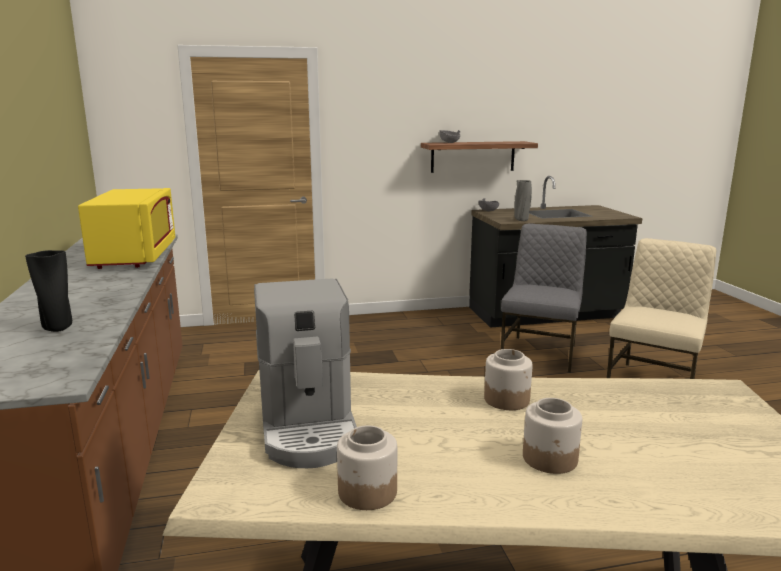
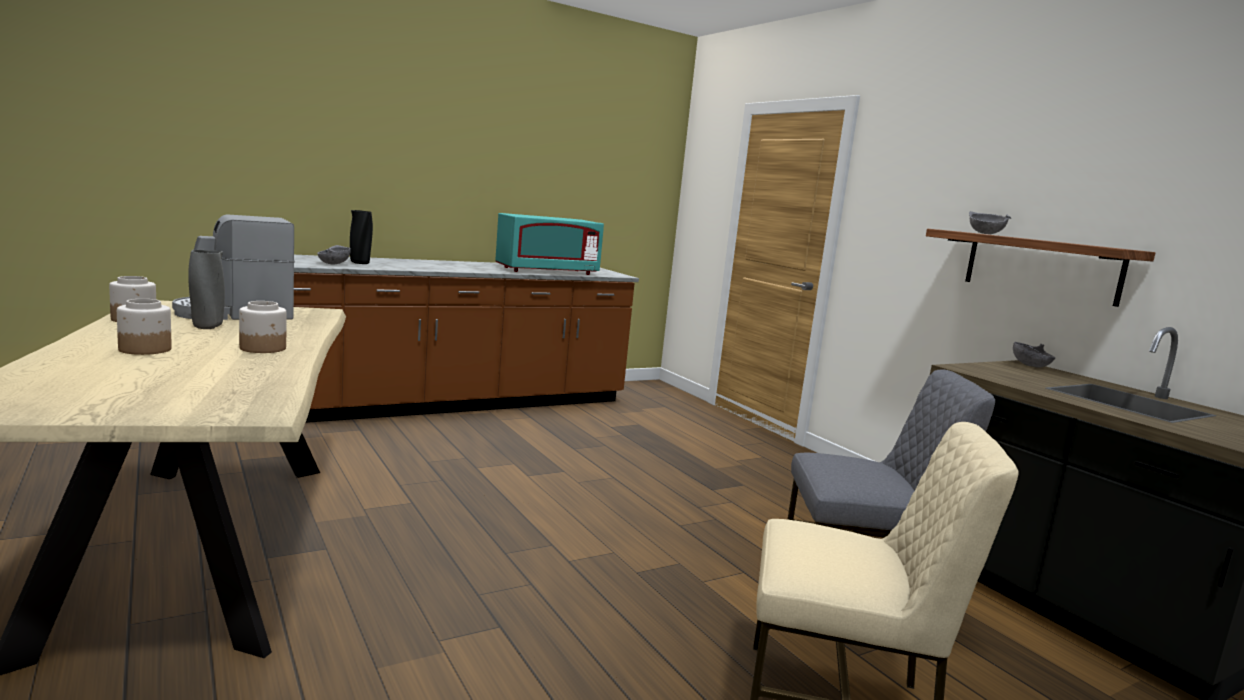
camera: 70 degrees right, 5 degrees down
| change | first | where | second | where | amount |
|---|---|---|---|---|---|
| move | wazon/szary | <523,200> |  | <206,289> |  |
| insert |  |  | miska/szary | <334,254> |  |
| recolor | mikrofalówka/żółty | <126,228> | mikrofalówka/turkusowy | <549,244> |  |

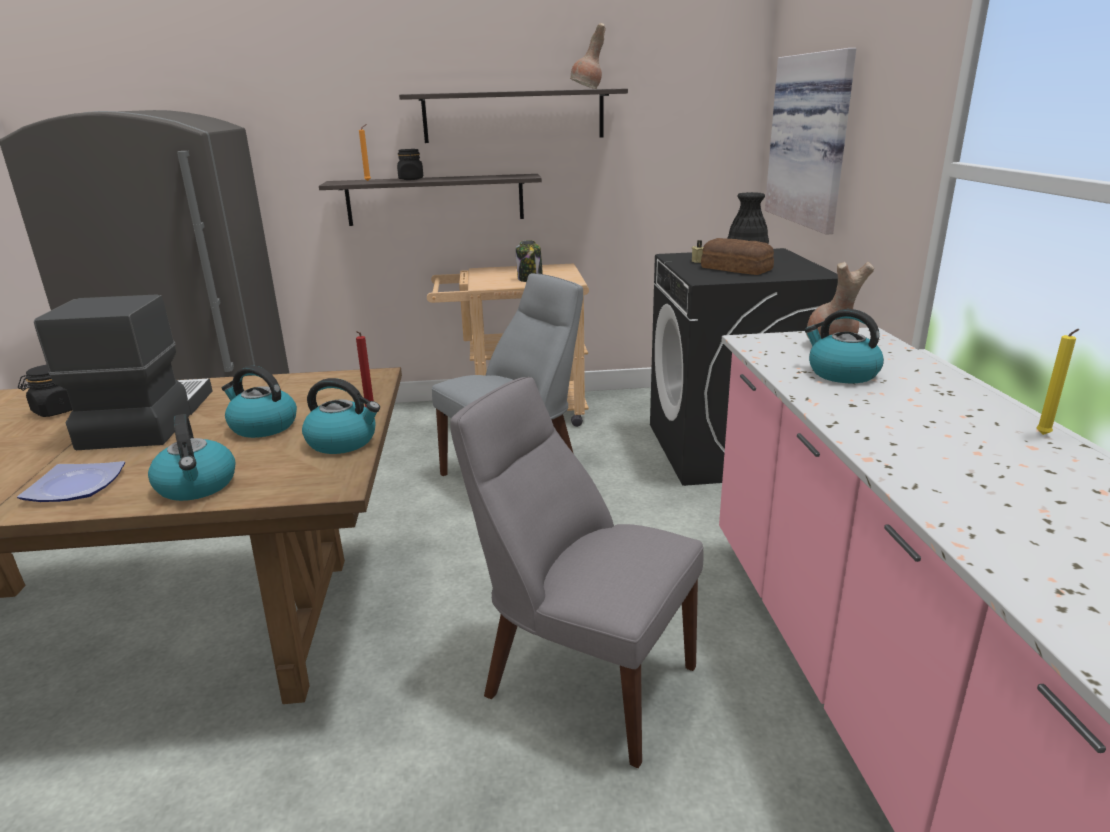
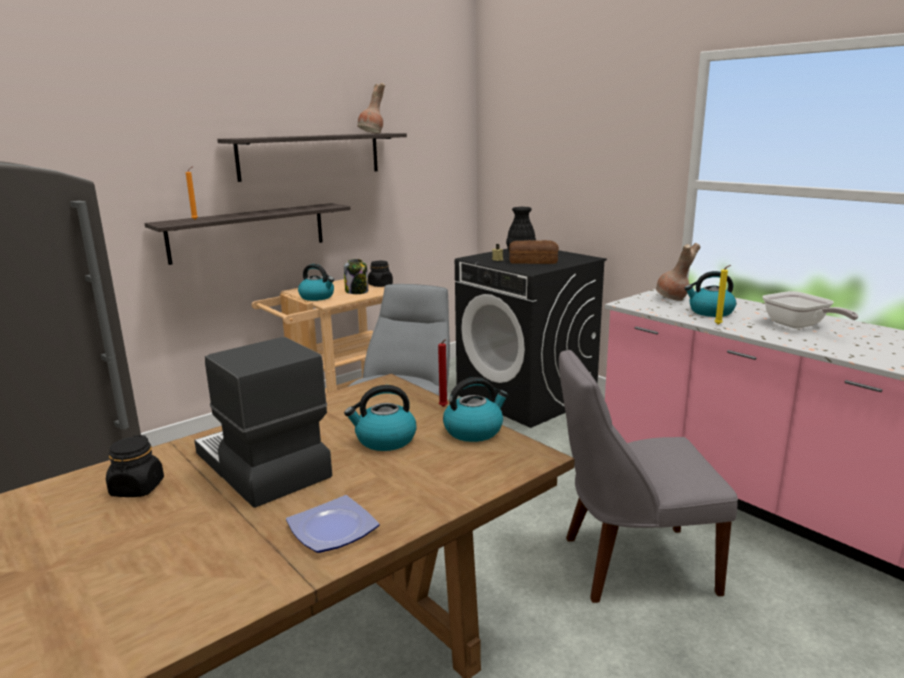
camera: 35 degrees left, 5 degrees down
| change | first | where | second | where | amount |
|---|---|---|---|---|---|
| move | czajnik | <192,457> |  | <316,282> |  |
| move | słoik/czarny | <410,164> |  | <380,274> |  |
| move | świeca/żółty | <1057,382> |  | <723,295> |  |
| insert |  |  | patelnia | <810,310> |  |
| delete | obraz | <810,141> |  |  |  |

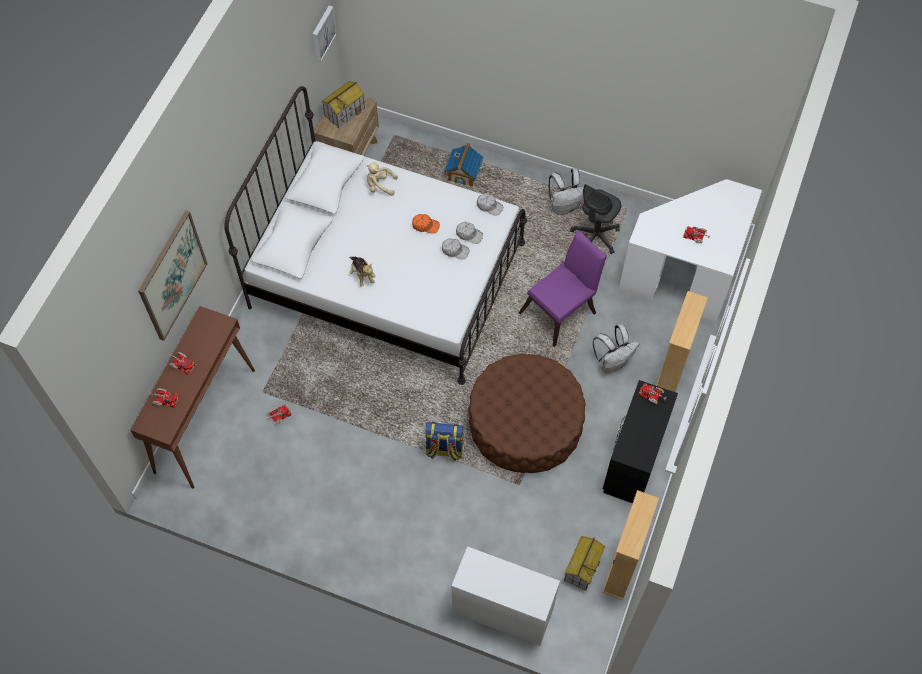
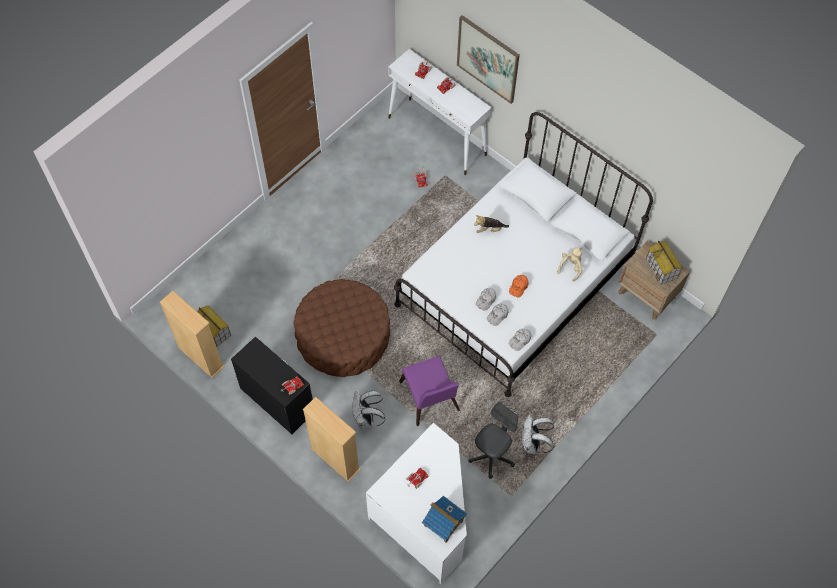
camera: 110 degrees right, 0 degrees up
| change | first | where | second | where | amount |
|---|---|---|---|---|---|
| recolor | stolik konsolowy/brązowy | <192,397> | stolik konsolowy/biały | <440,112> |  |
| move | domek | <464,165> |  | <444,519> |  |
| rotate | krzesło biurowe/szary | <596,219> |  | <493,440> | 75 degrees clockwise |
| delete | obraz | <324,33> |  |  |  |
| delete | plecak | <444,441> |  |  |  |
| delete | komoda/biały | <505,596> |  |  |  |

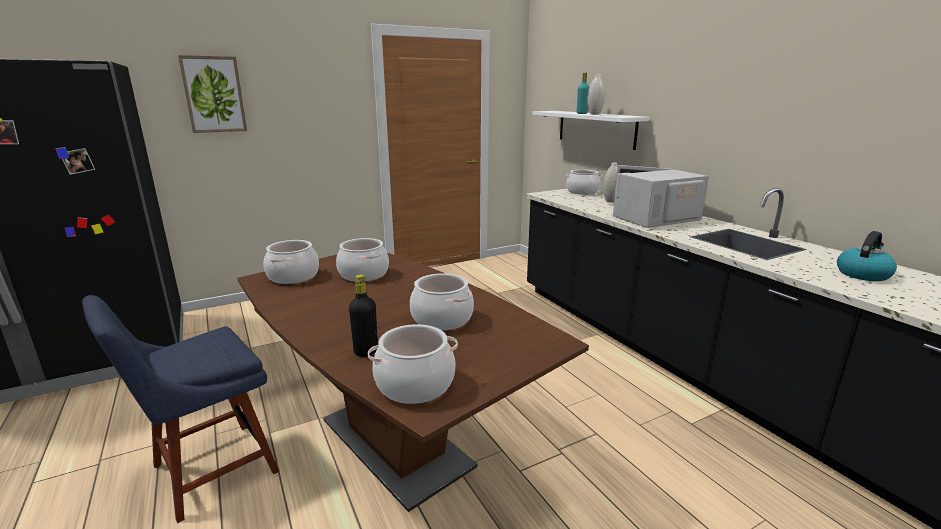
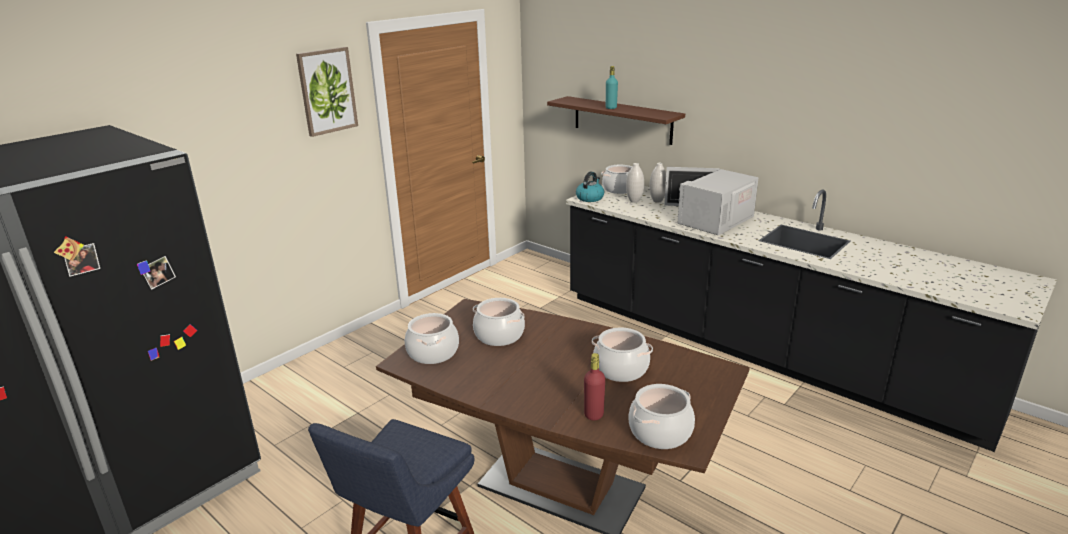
camera: 20 degrees left, 5 degrees up
| change | first | where | second | where | amount |
|---|---|---|---|---|---|
| move | obraz | <212,94> |  | <327,92> |  |
| recolor | półka/biały | <590,130> | półka/brązowy | <616,120> |  |
| move | czajnik | <867,256> |  | <590,187> |  |
| recolor | butelka/czarny | <363,316> | butelka/czerwony | <594,386> |  |
| move | wazon/biały | <596,95> |  | <635,183> |  |

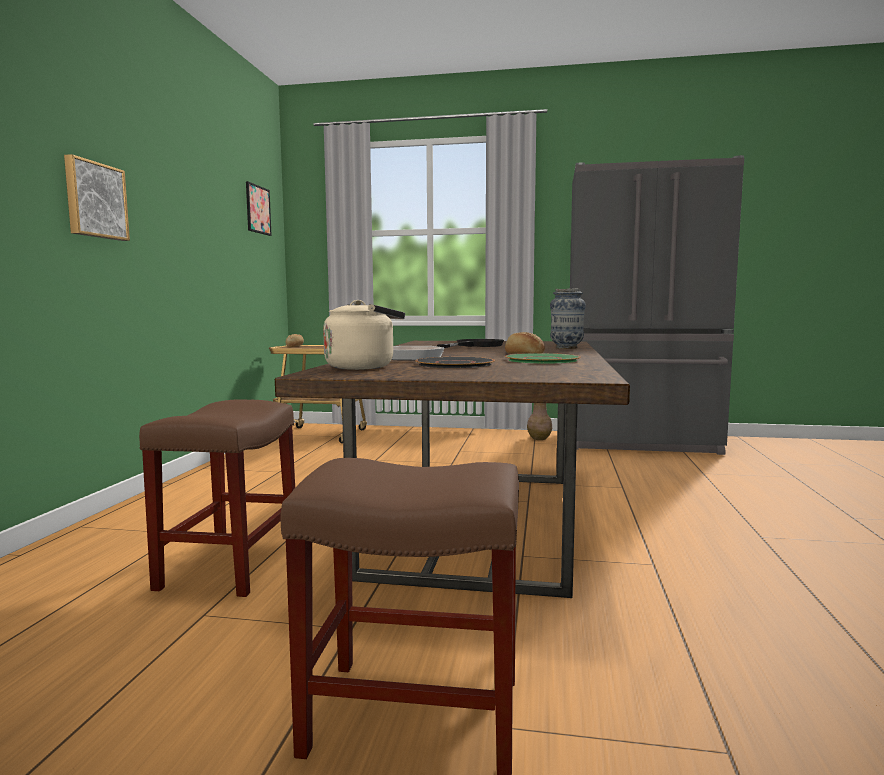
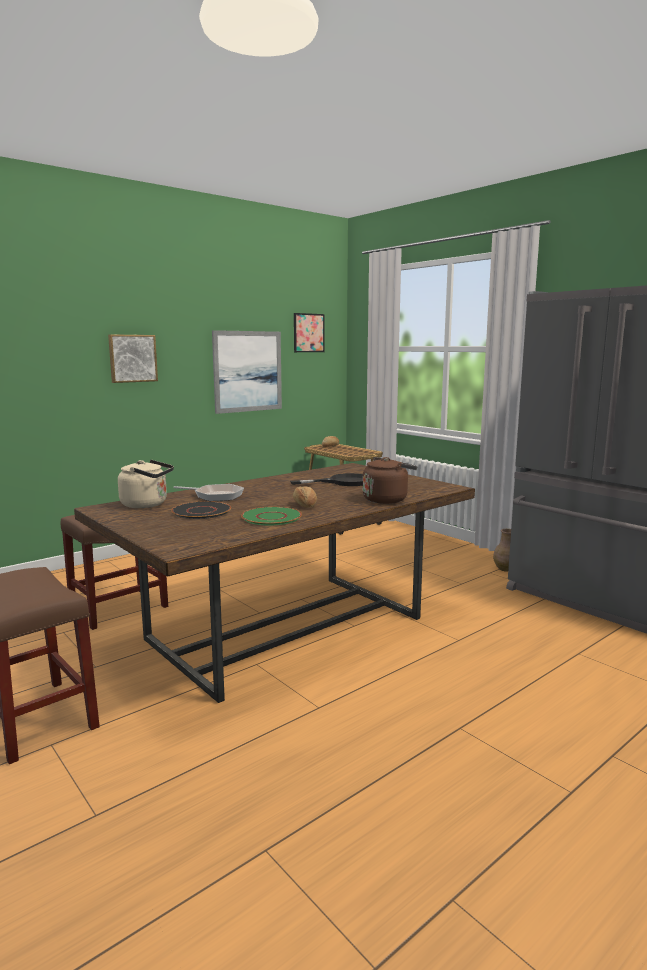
camera: 40 degrees right, 5 degrees up
| change | first | where | second | where | amount |
|---|---|---|---|---|---|
| insert |  |  | obraz | <247,372> |  |
| replace | wazon | <568,318> | czajnik/brązowy | <390,480> |  |

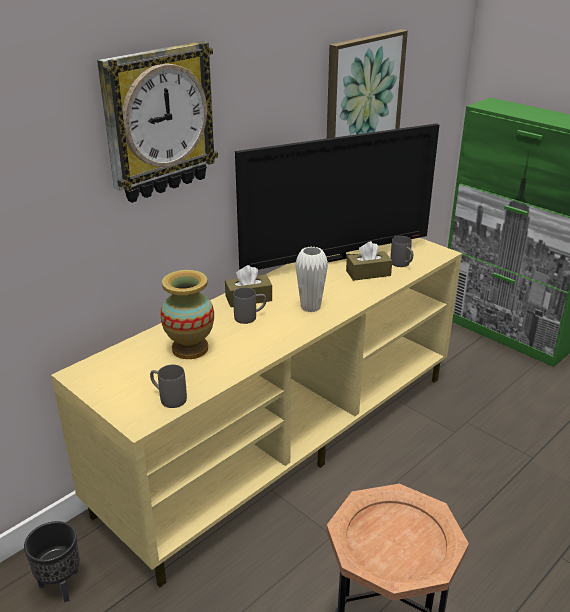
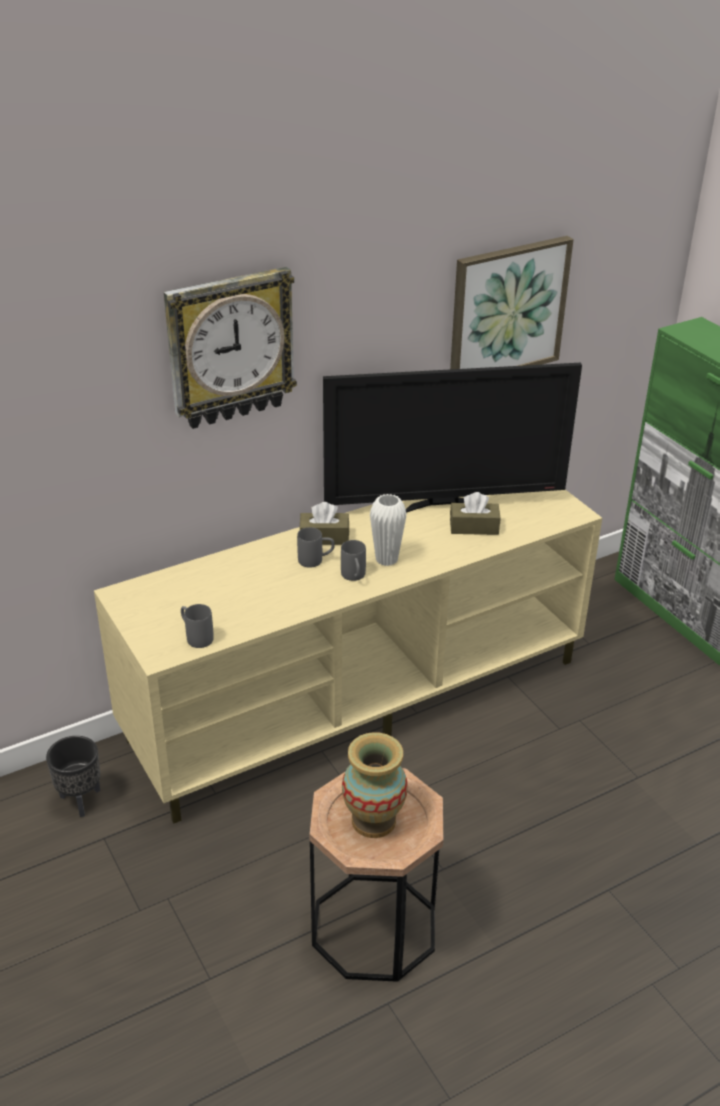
camera: 15 degrees right, 5 degrees up
| change | first | where | second | where | amount |
|---|---|---|---|---|---|
| move | kubek/szary | <401,251> |  | <353,560> |  |
| move | wazon | <187,314> |  | <375,785> |  |

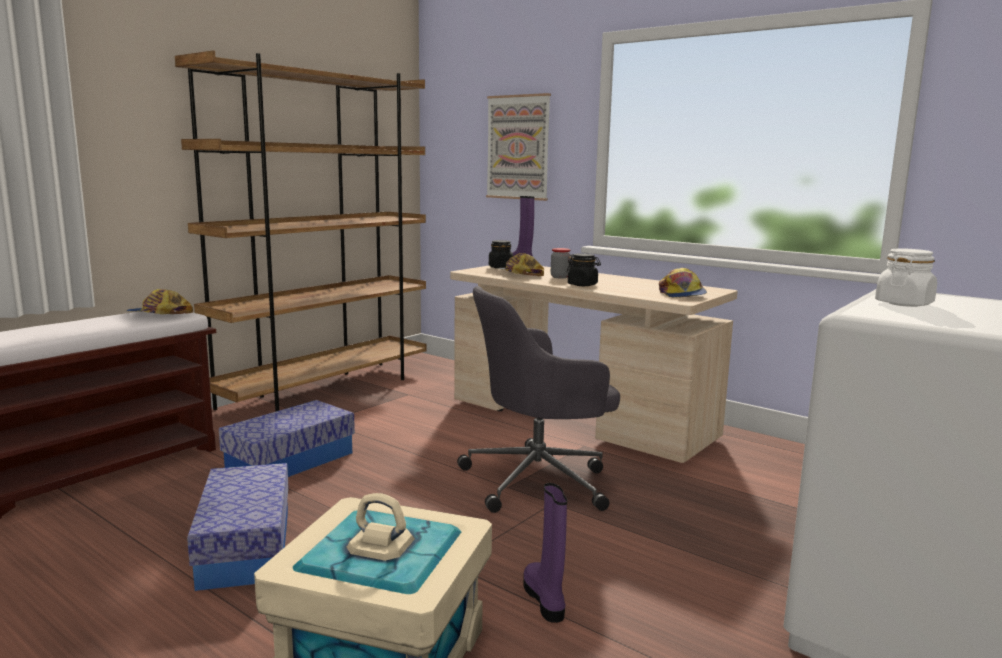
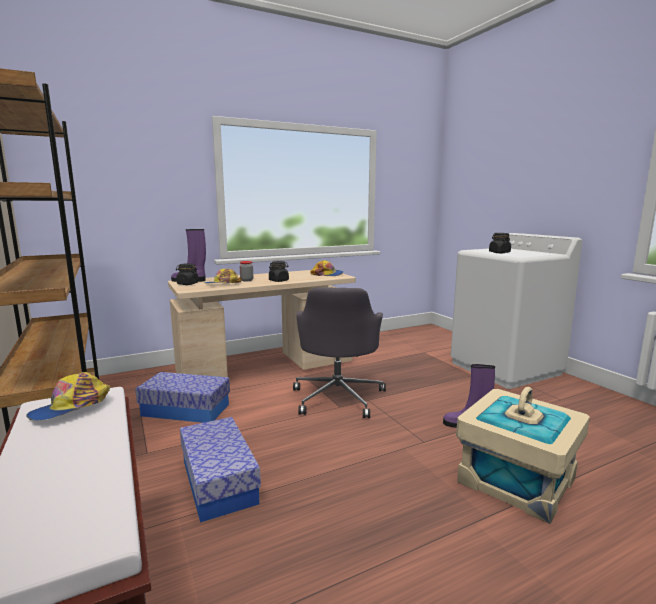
camera: 65 degrees left, 0 degrees up
| change | first | where | second | where | amount |
|---|---|---|---|---|---|
| move | pojemnik do przechowywania | <238,527> |  | <182,397> |  |
| recolor | słoik/biały | <906,277> | słoik/czarny | <500,243> |  |
| delete | obraz | <518,147> |  |  |  |

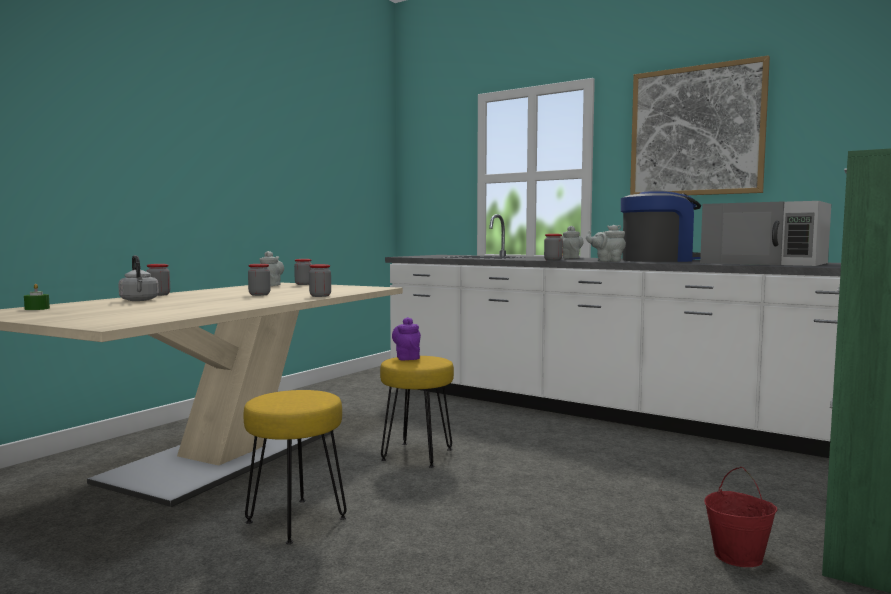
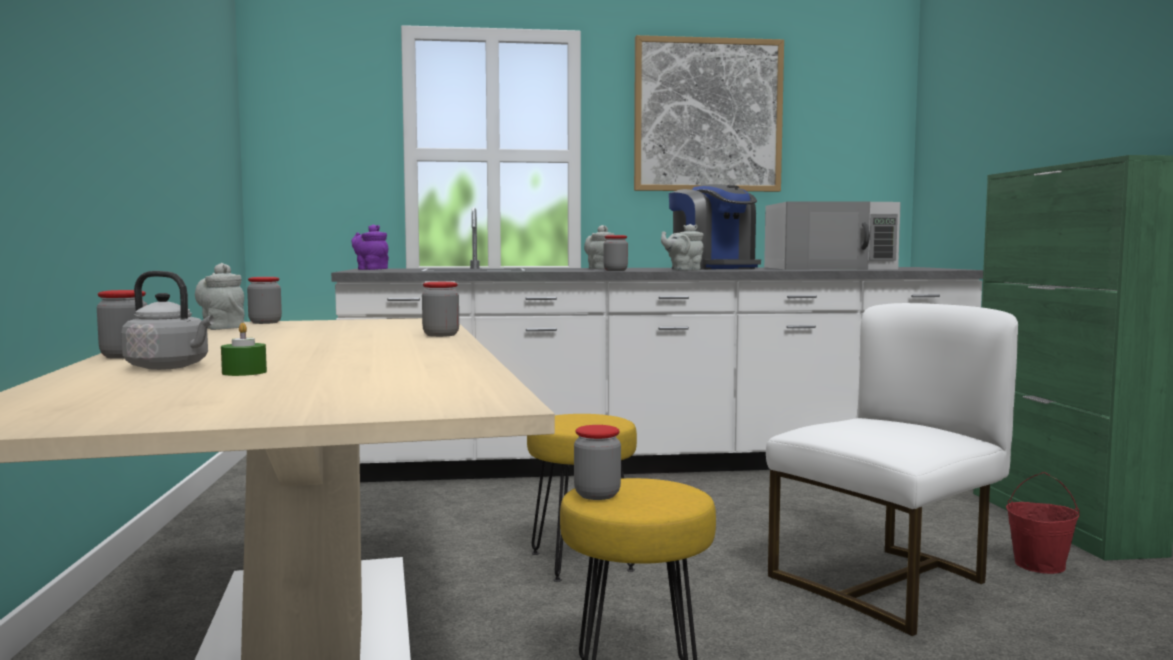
camera: 40 degrees left, 0 degrees up
| change | first | where | second | where | amount |
|---|---|---|---|---|---|
| move | świeca/zielony | <37,297> |  | <244,349> |  |
| move | imbryk/fioletowy | <406,338> |  | <370,247> |  |
| move | słoik | <259,280> |  | <597,462> |  |
| rotate | ekspres do kawy | <661,226> |  | <715,227> | 120 degrees clockwise |
| insert |  |  | krzesło/biały | <892,469> |  |

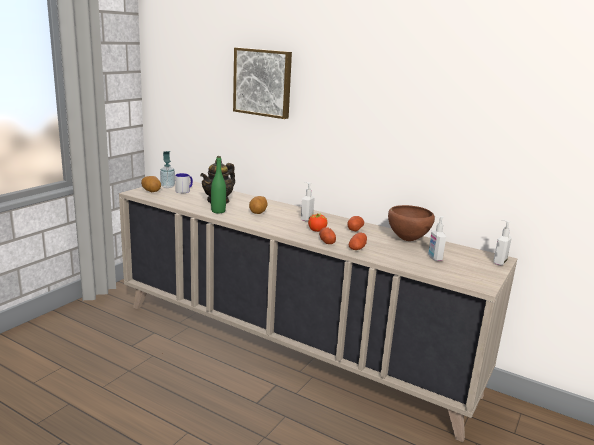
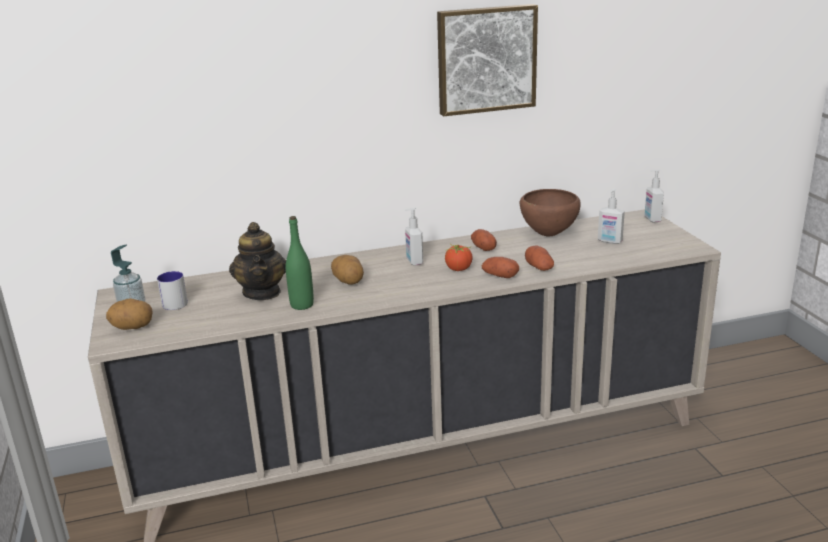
camera: 45 degrees left, 5 degrees up
| change | first | where | second | where | amount |
|---|---|---|---|---|---|
| move | obraz | <262,83> |  | <487,60> |  |

